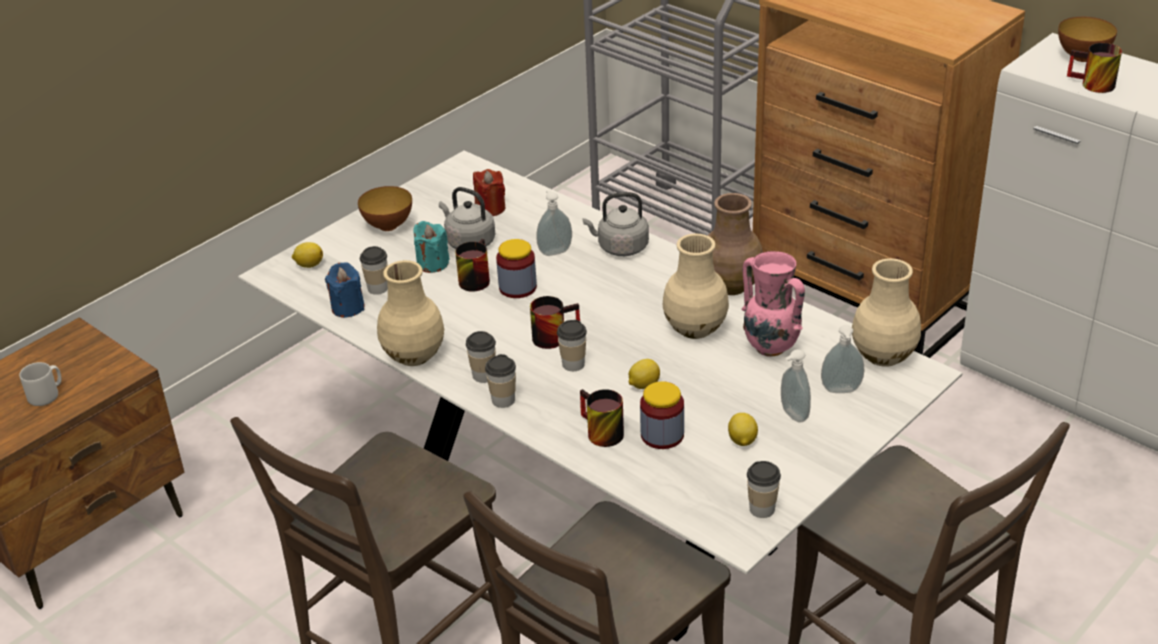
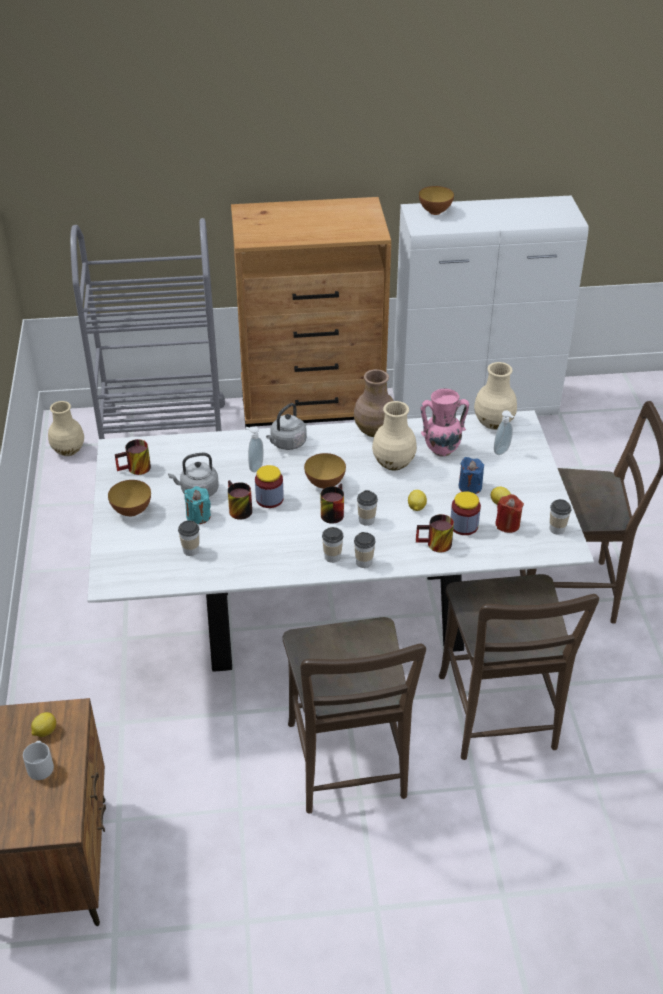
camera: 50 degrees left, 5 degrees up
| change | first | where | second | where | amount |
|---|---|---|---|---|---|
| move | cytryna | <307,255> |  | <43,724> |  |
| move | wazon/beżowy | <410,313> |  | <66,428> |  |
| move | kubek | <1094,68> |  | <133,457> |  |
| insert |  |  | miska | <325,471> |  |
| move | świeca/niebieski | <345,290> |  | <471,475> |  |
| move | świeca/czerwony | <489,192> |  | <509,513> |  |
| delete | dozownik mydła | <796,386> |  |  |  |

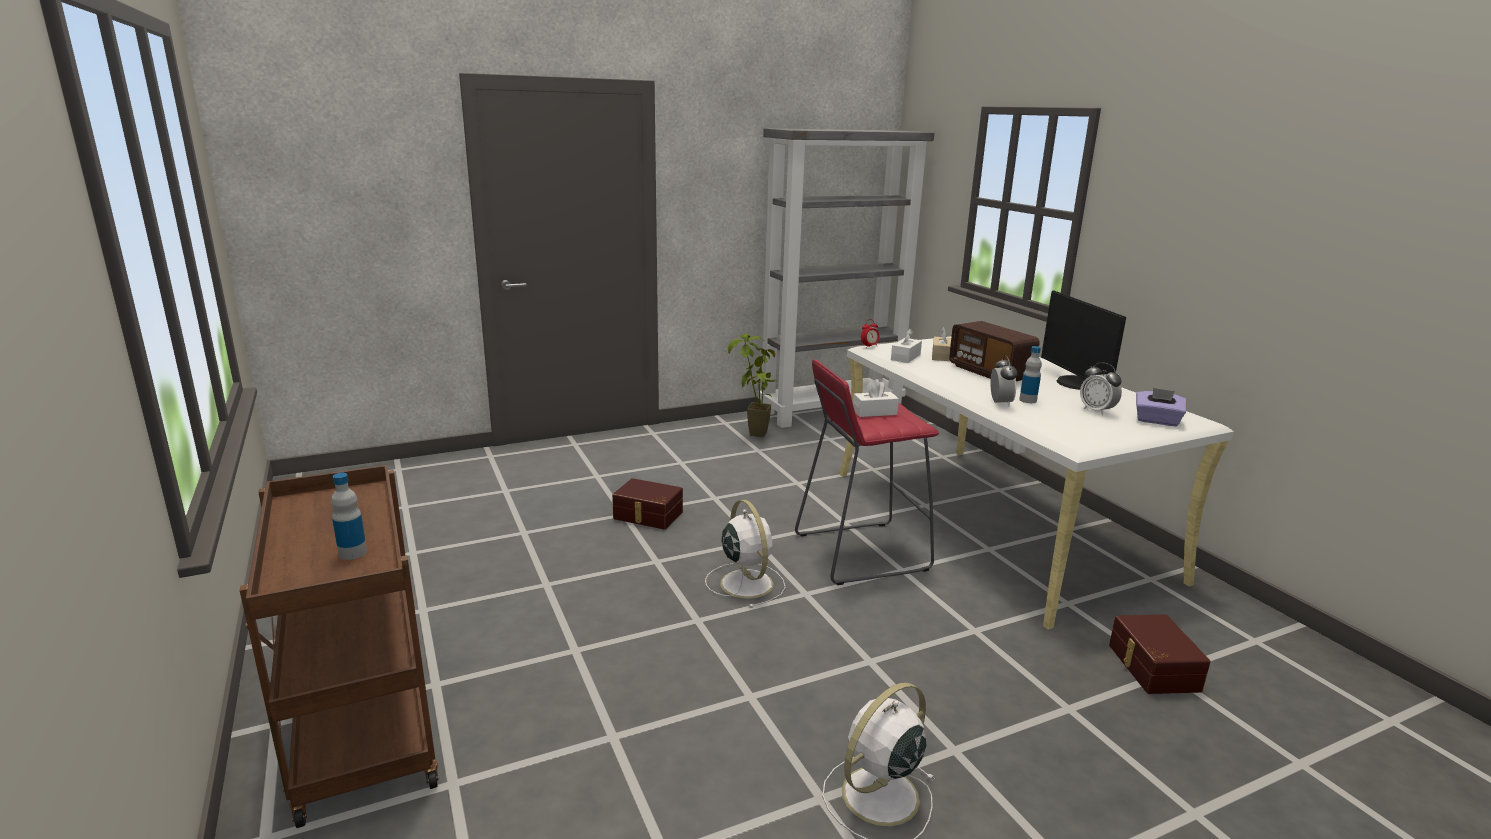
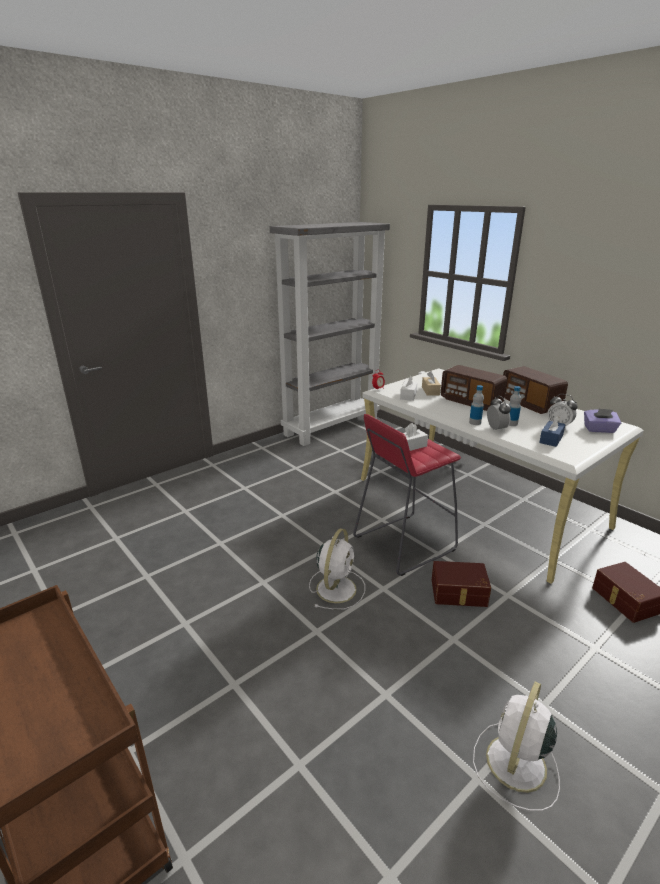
camera: 15 degrees left, 5 degrees up
| change | first | where | second | where | amount |
|---|---|---|---|---|---|
| rotate | wentylator/biały | <745,554> |  | <337,569> | 60 degrees clockwise |
| move | pojemnik do przechowywania/brązowy | <647,504> |  | <461,584> |  |
| move | butelka | <349,516> |  | <476,405> |  |
| replace | monitor | <1083,340> | radio | <535,390> |  |
| insert |  |  | pudełko chusteczek/niebieski | <552,431> |  |
| delete | roślina doniczkowa | <752,385> |  |  |  |

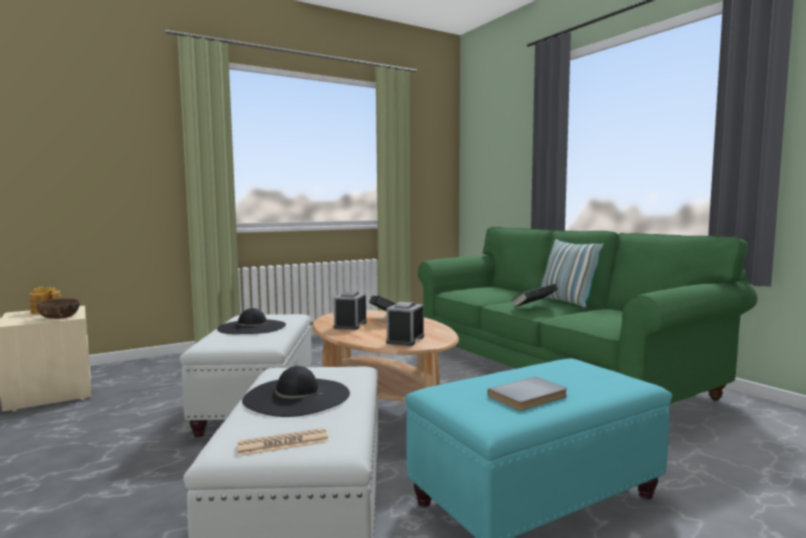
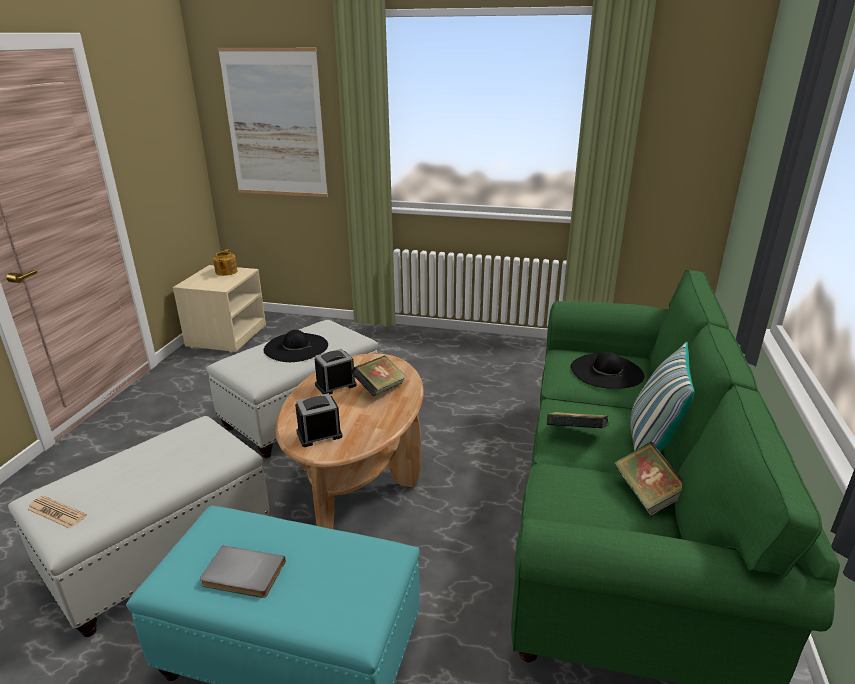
camera: 45 degrees right, 20 degrees up
| change | first | where | second | where | amount |
|---|---|---|---|---|---|
| insert |  |  | obraz | <273,122> |  |
| move | kapelusz/czarny | <296,391> |  | <607,370> |  |
| insert |  |  | książka | <648,479> |  |
| delete | miska/brązowy | <58,308> |  |  |  |

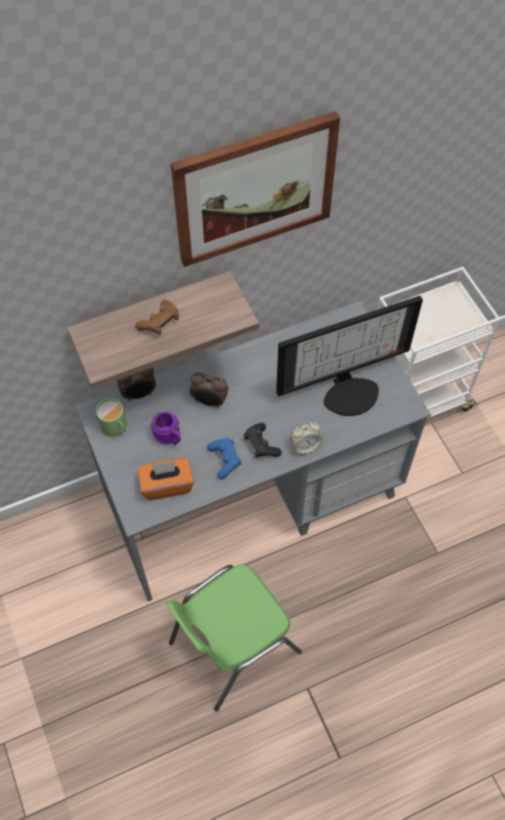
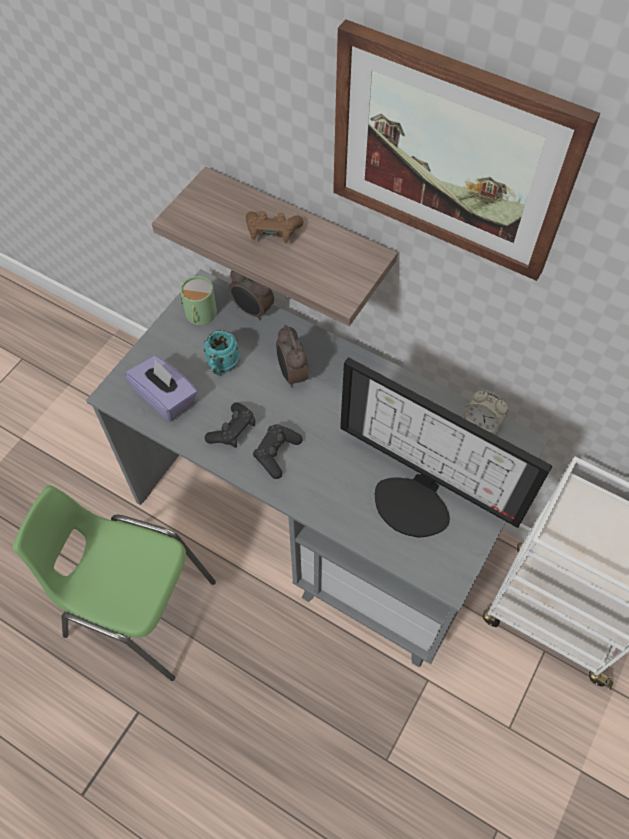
camera: 55 degrees right, 0 degrees up
| change | first | where | second | where | amount |
|---|---|---|---|---|---|
| recolor | pudełko chusteczek/pomarańczowy | <166,479> | pudełko chusteczek/fioletowy | <161,389> |  |
| recolor | kubek/fioletowy | <166,428> | kubek/turkusowy | <222,353> |  |
| recolor | pad do gier/niebieski | <224,458> | pad do gier/czarny | <230,425> |  |
| move | budzik | <306,438> |  | <485,412> |  |

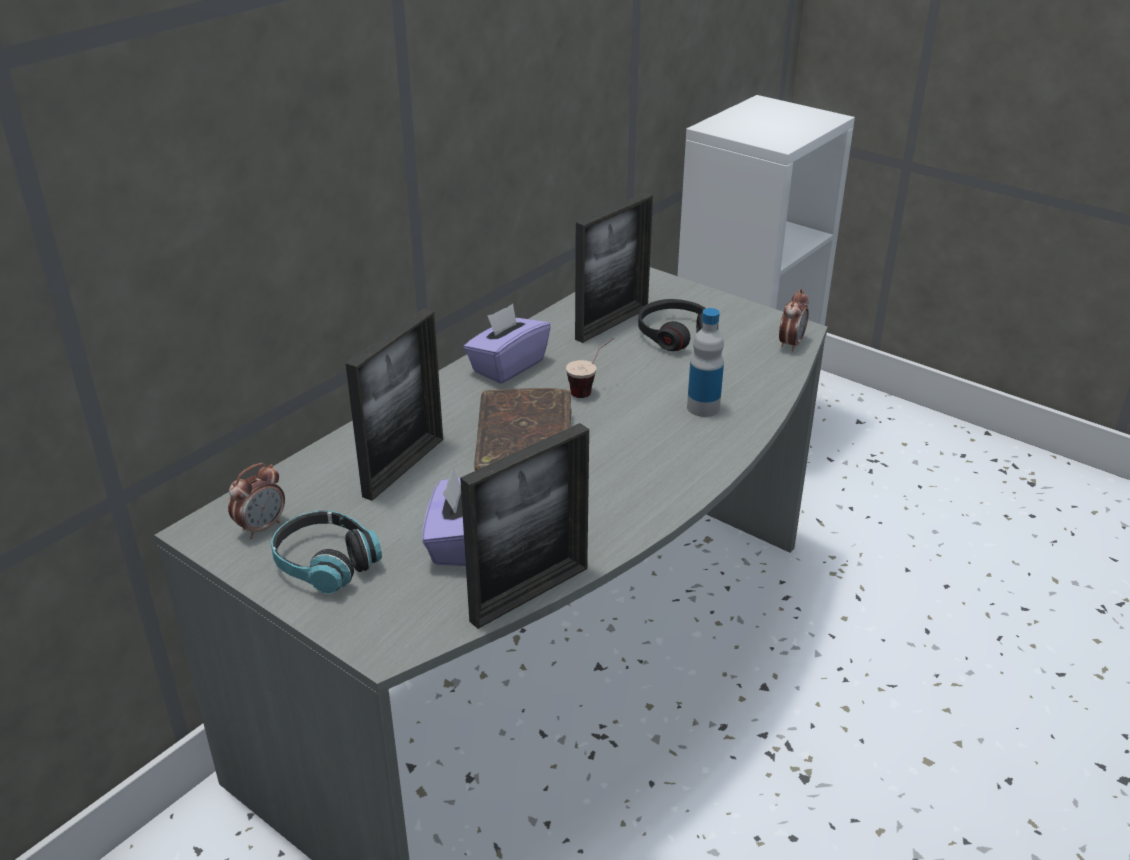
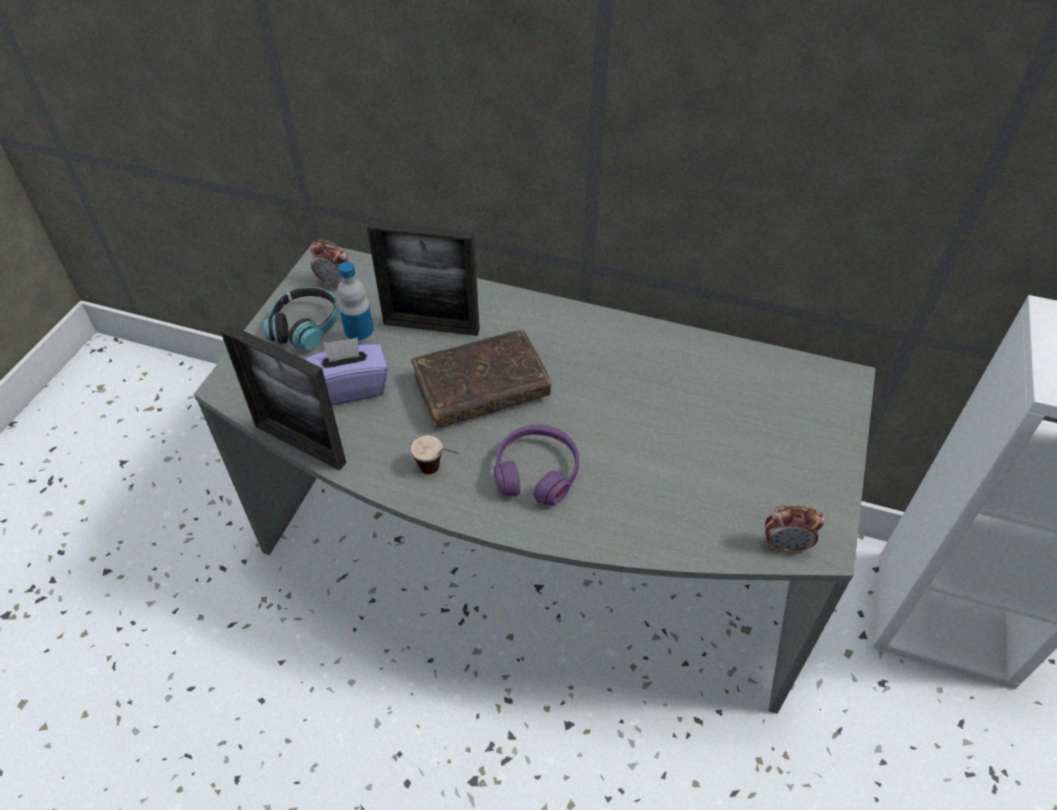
camera: 70 degrees right, 15 degrees up
| change | first | where | second | where | amount |
|---|---|---|---|---|---|
| move | butelka | <705,362> |  | <356,303> |  |
| move | filiżanka | <590,368> |  | <435,454> |  |
| insert |  |  | słuchawki/fioletowy | <536,465> |  |
| delete | pudełko chusteczek/fioletowy | <507,344> |  |  |  |
| delete | ramka na zdjęcie | <614,268> |  |  |  |
| delete | słuchawki/czarny | <678,325> |  |  |  |

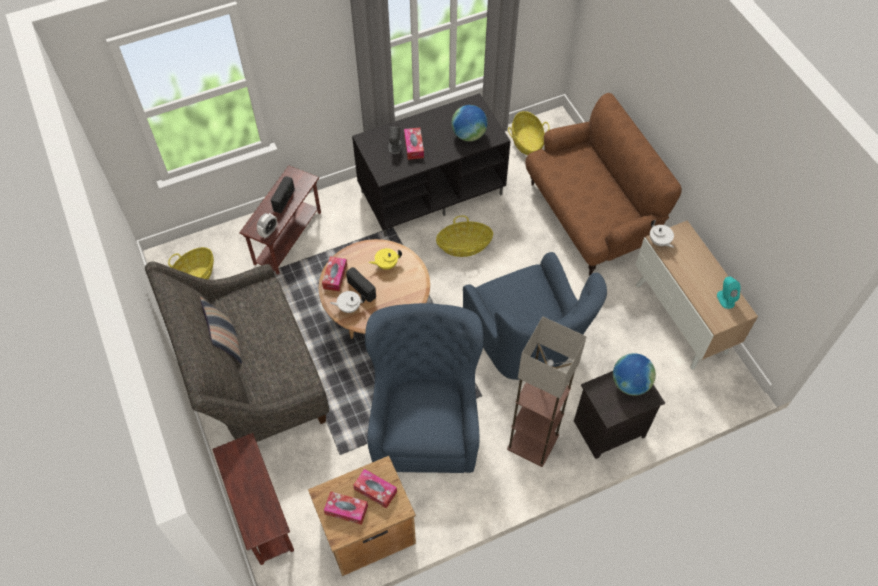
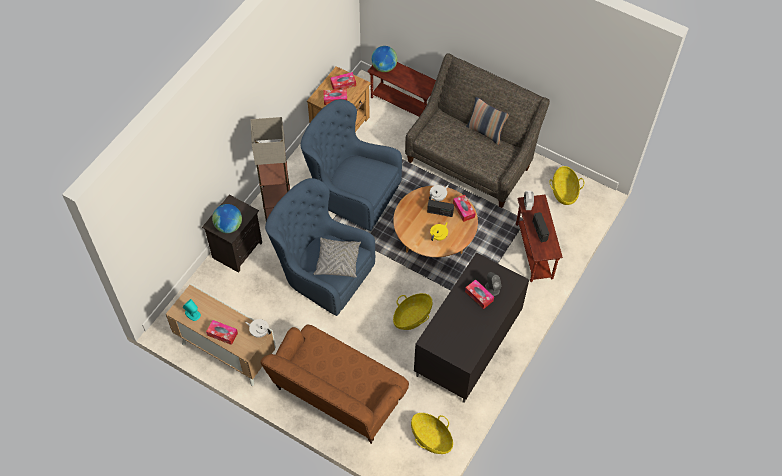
camera: 145 degrees right, 0 degrees up
| change | first | where | second | where | amount |
|---|---|---|---|---|---|
| insert |  |  | pudełko chusteczek | <222,332> |  |
| rotate | fotel/niebieski | <424,388> |  | <351,165> | 150 degrees clockwise |
| insert |  |  | poduszka/szary | <337,258> |  |
| move | globus | <470,123> |  | <384,59> |  |

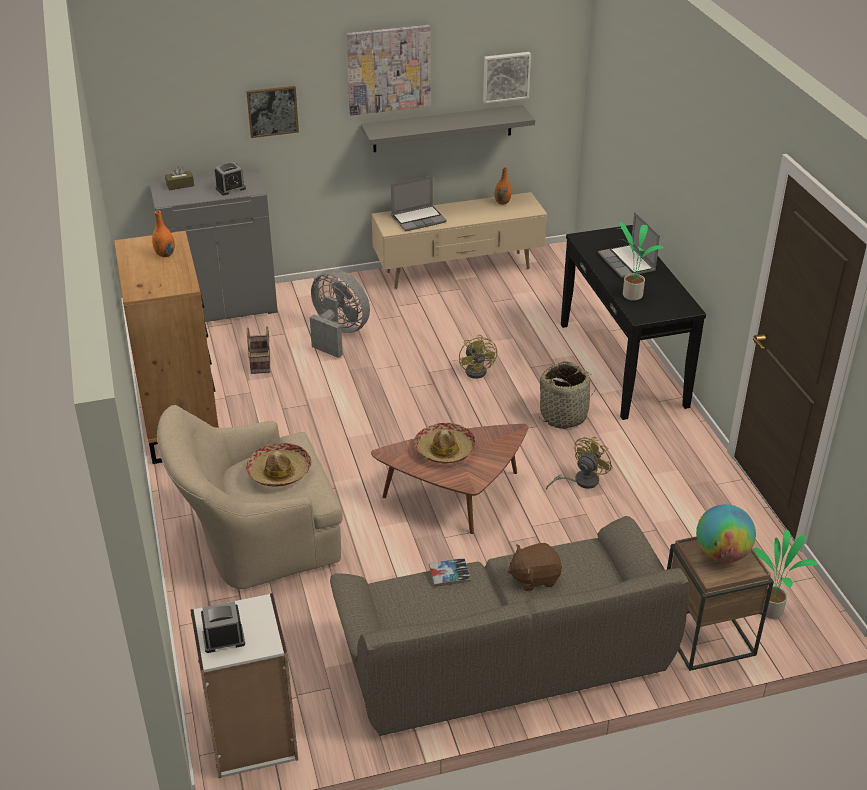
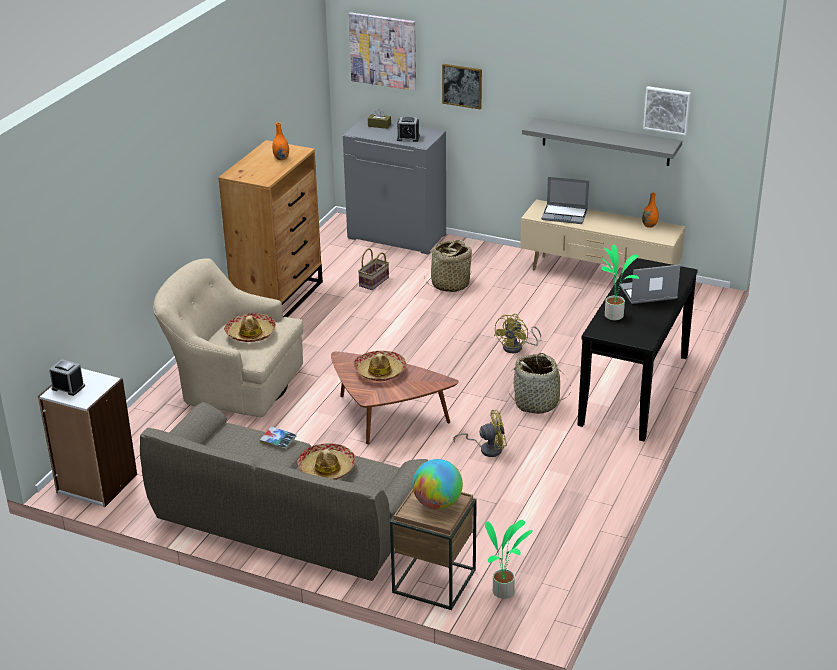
camera: 40 degrees right, 5 degrees down
| change | first | where | second | where | amount |
|---|---|---|---|---|---|
| replace | pluszak/brązowy | <535,567> | kapelusz | <326,461> |  |
| move | obraz | <388,70> |  | <382,51> |  |
| replace | wentylator/szary | <340,313> | koszyk | <448,266> |  |
| rotate | laptop | <629,245> |  | <650,284> | 60 degrees clockwise |

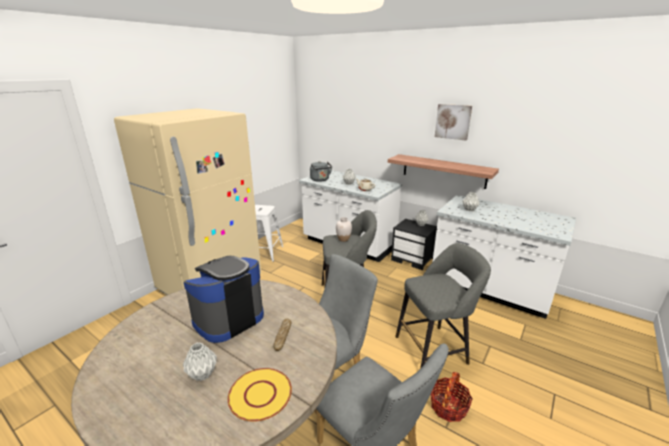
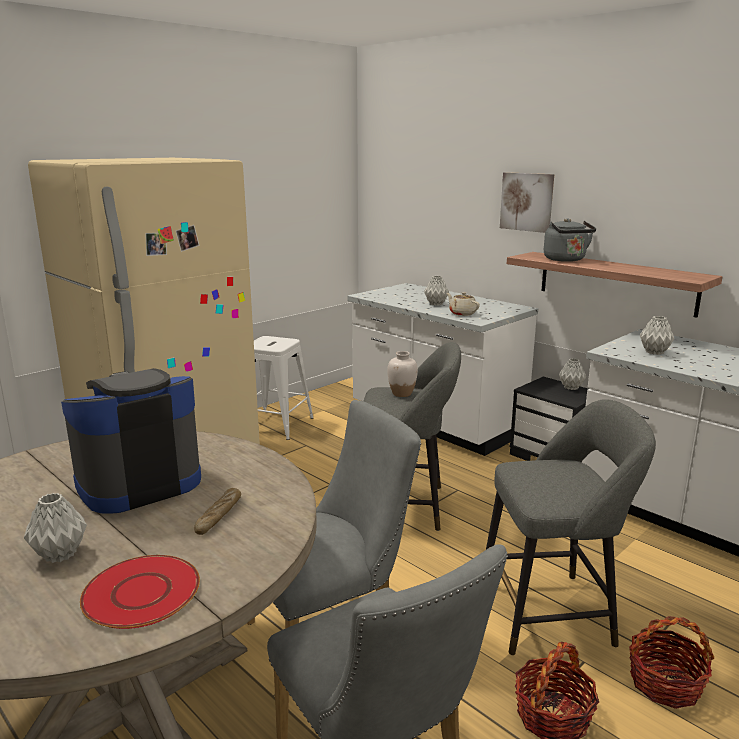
camera: 10 degrees right, 5 degrees down
| change | first | where | second | where | amount |
|---|---|---|---|---|---|
| recolor | talerz/żółty | <260,395> | talerz/czerwony | <140,592> |  |
| move | obraz | <453,122> |  | <527,202> |  |
| move | czajnik/szary | <321,171> |  | <570,240> |  |
| insert |  |  | koszyk | <671,662> |  |

